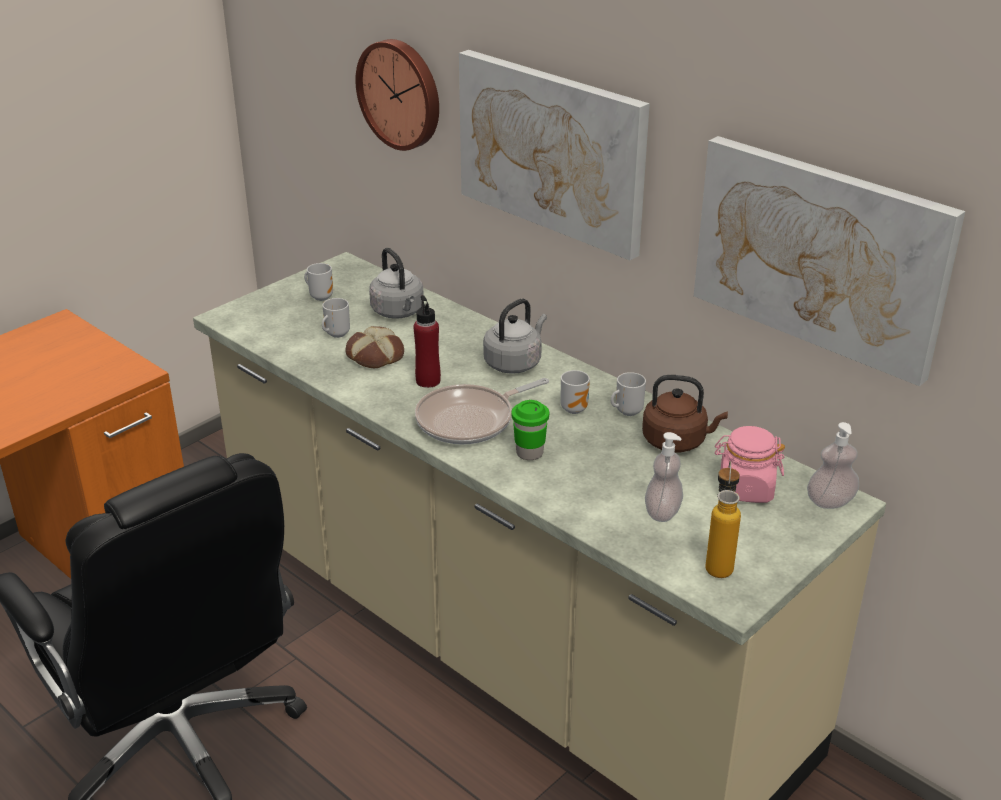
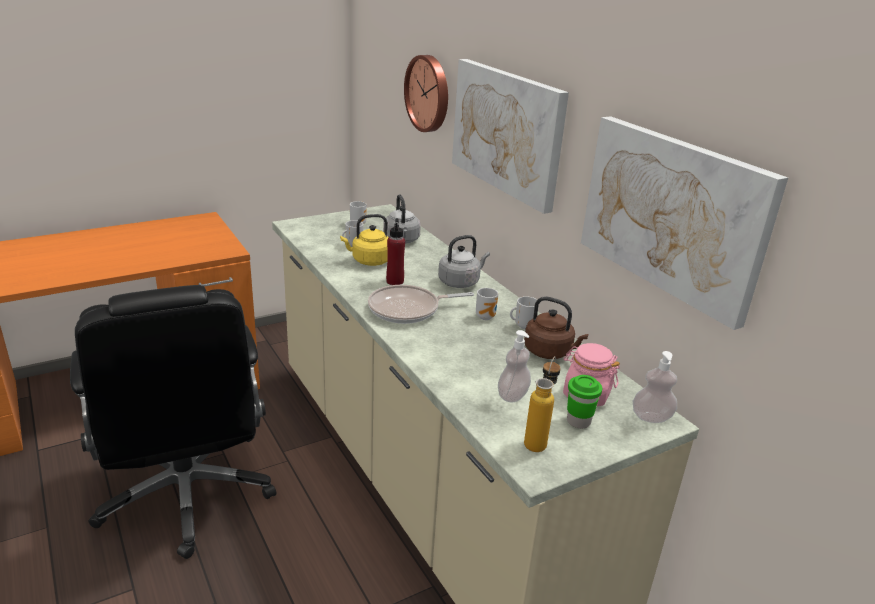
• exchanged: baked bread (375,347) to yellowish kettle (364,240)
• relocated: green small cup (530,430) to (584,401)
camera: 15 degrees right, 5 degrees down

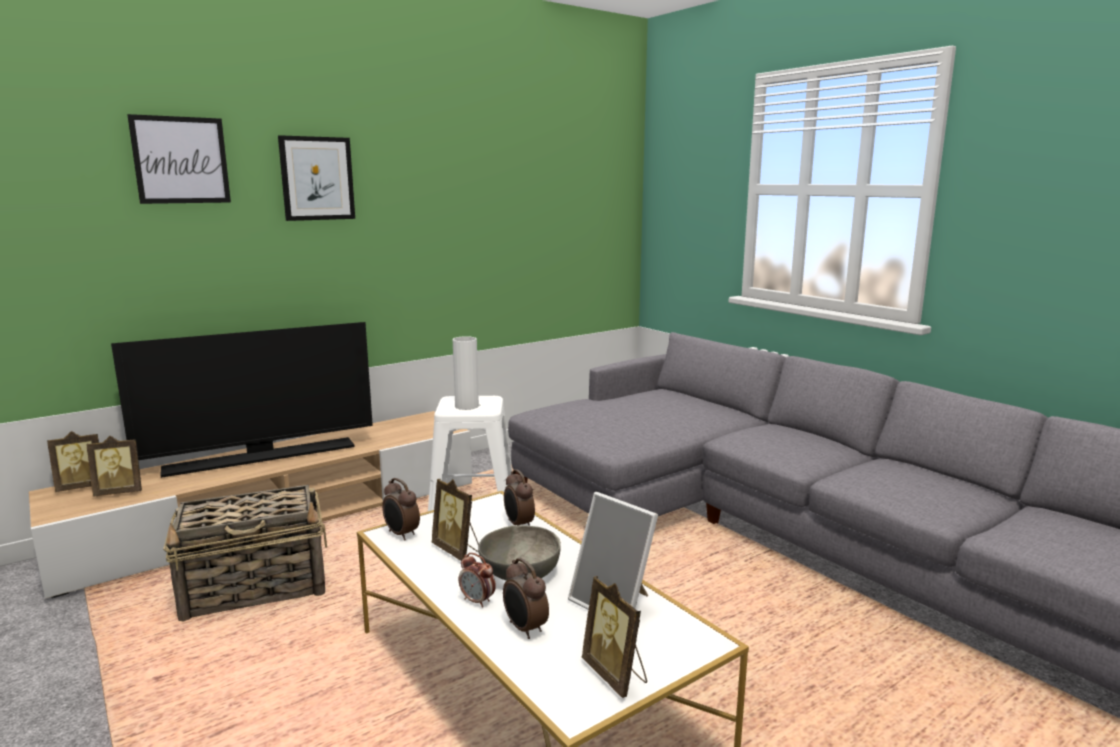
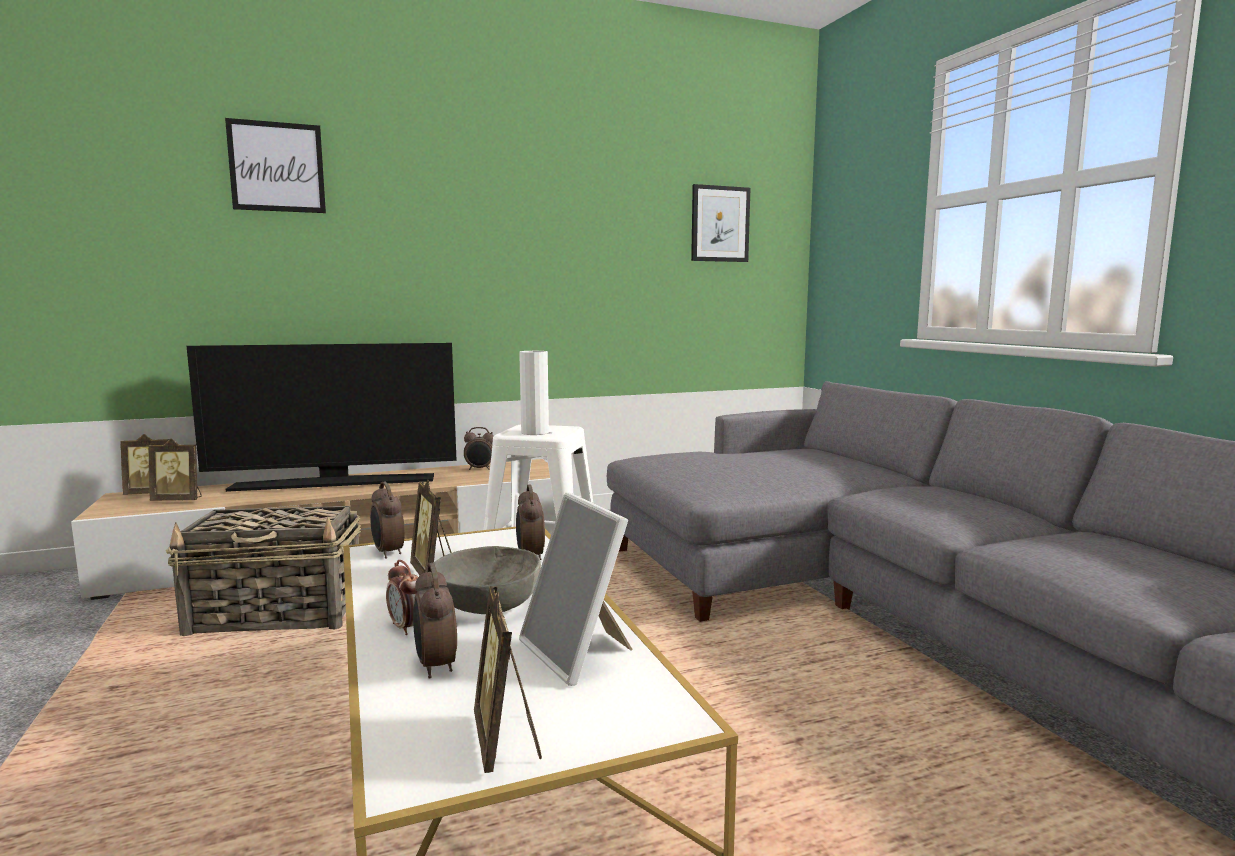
• relocated: picture (316,178) to (721,223)
• appeared: table clock (479,448)
camera: 15 degrees right, 5 degrees down

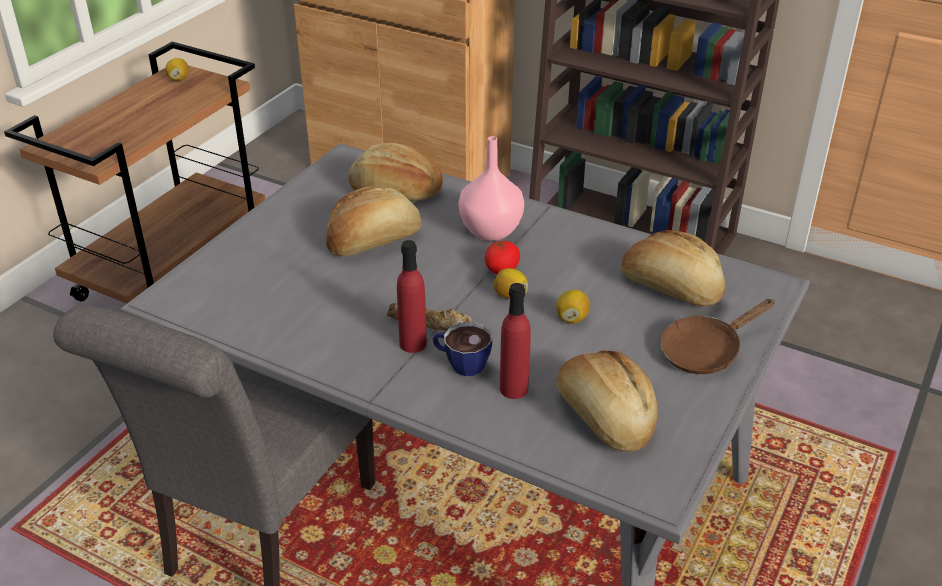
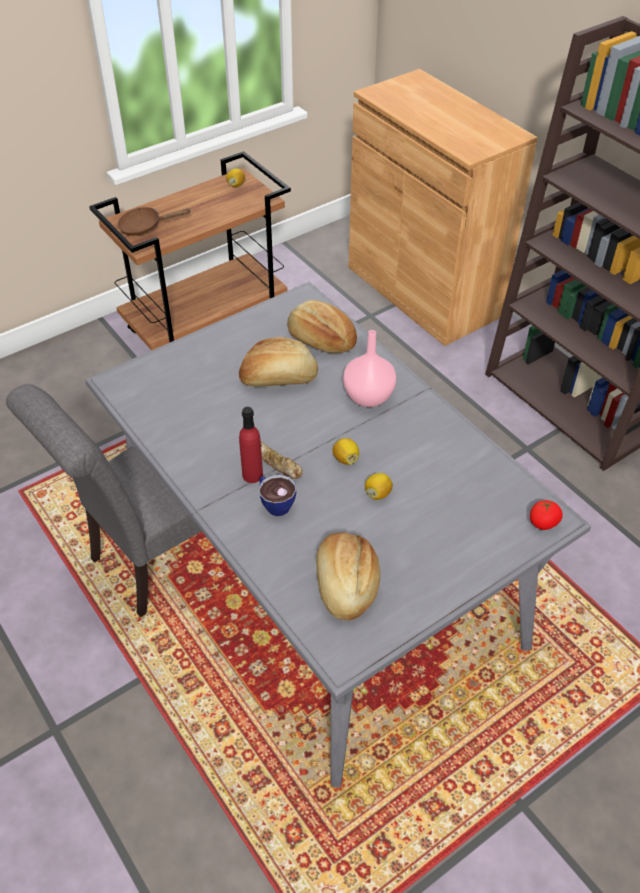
• relocated: fresh tomato (502,257) to (546,514)
• missing: red-coloured drink bottle (515,341)
• missing: baked bread (673,268)
• relocated: brown skillet (718,336) to (154,221)
camera: 25 degrees right, 10 degrees up

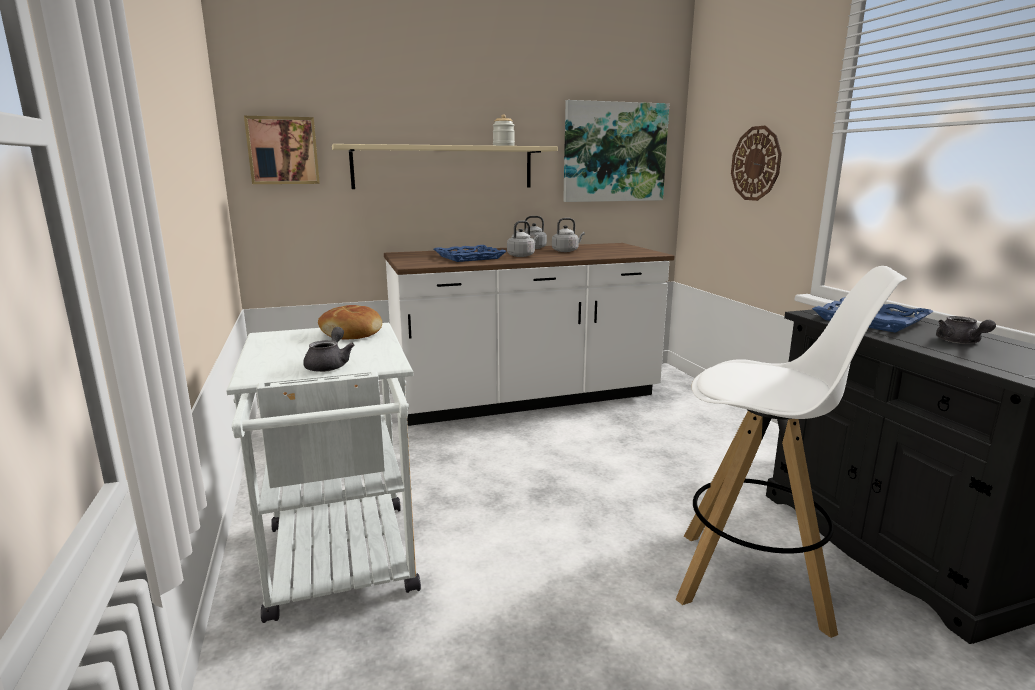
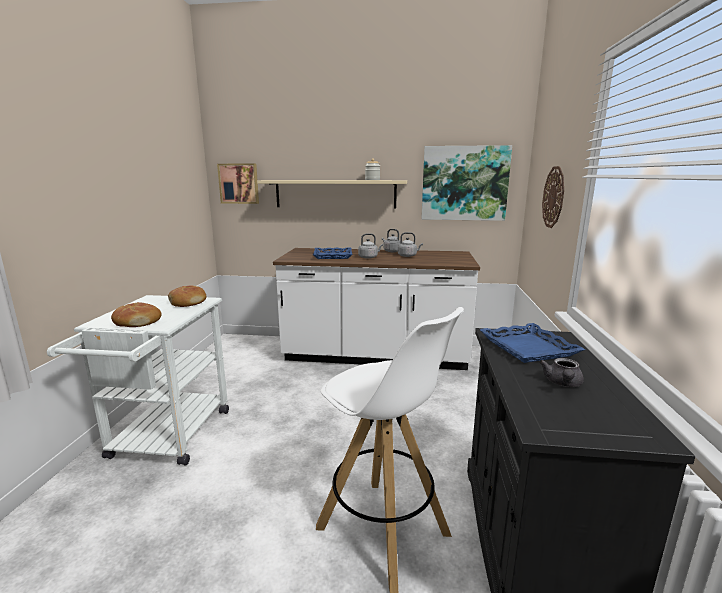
• exchanged: grey tea pot (329,349) to baked bread (136,314)
camera: 25 degrees right, 0 degrees up

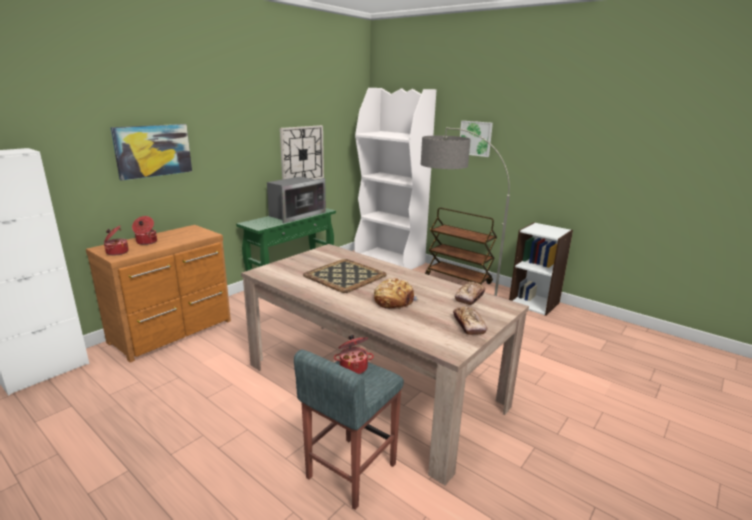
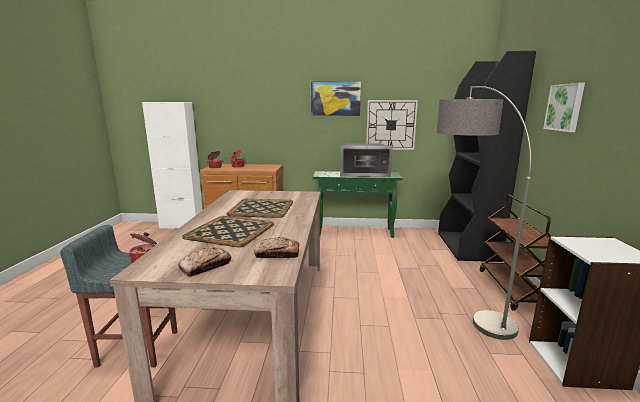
• relocated: picture (151,152) to (336,98)
• colour: white-coloured shelving unit (395,179) to blackish shelving unit (487,156)
• exchanged: baked bread (397,293) to carrying tray (228,231)
camera: 55 degrees right, 5 degrees down

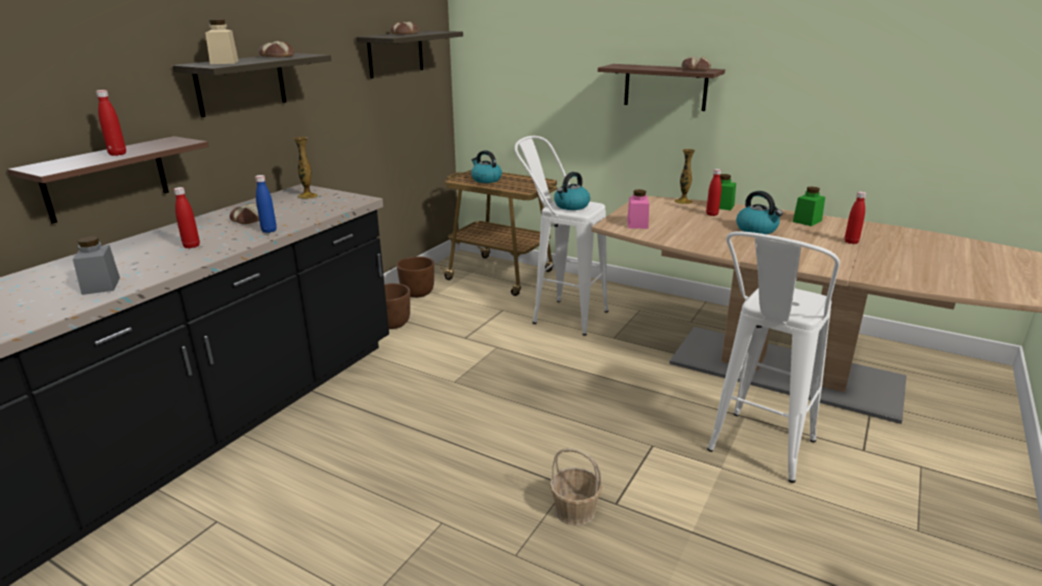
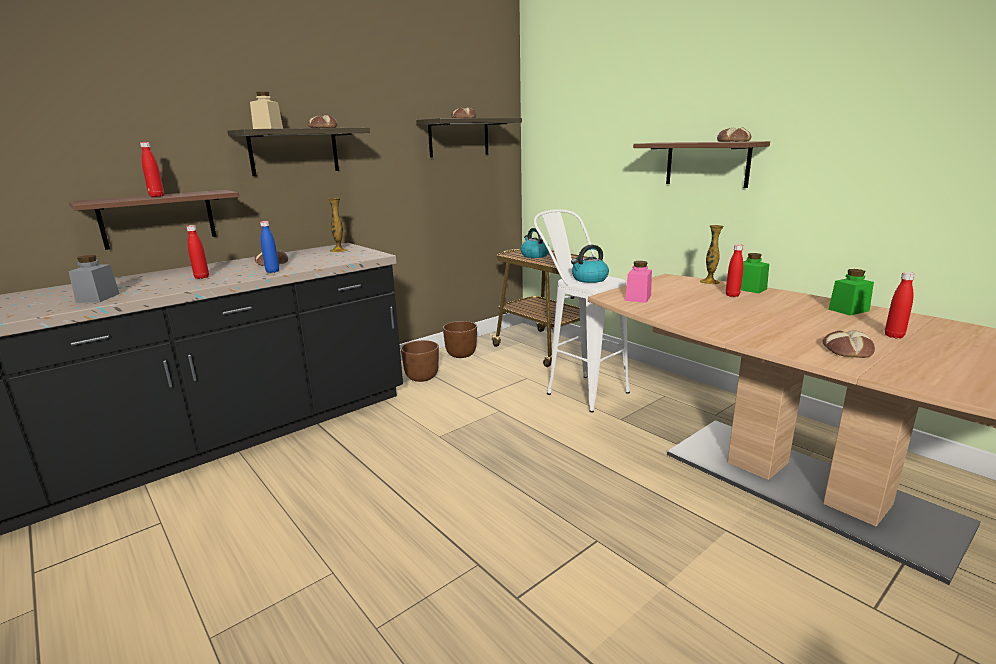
• missing: storage basket (576,487)
• missing: white-coloured sitting stool (773,357)
• missing: kettle (759,212)
• appeared: baked bread (848,344)
camera: 20 degrees right, 5 degrees down

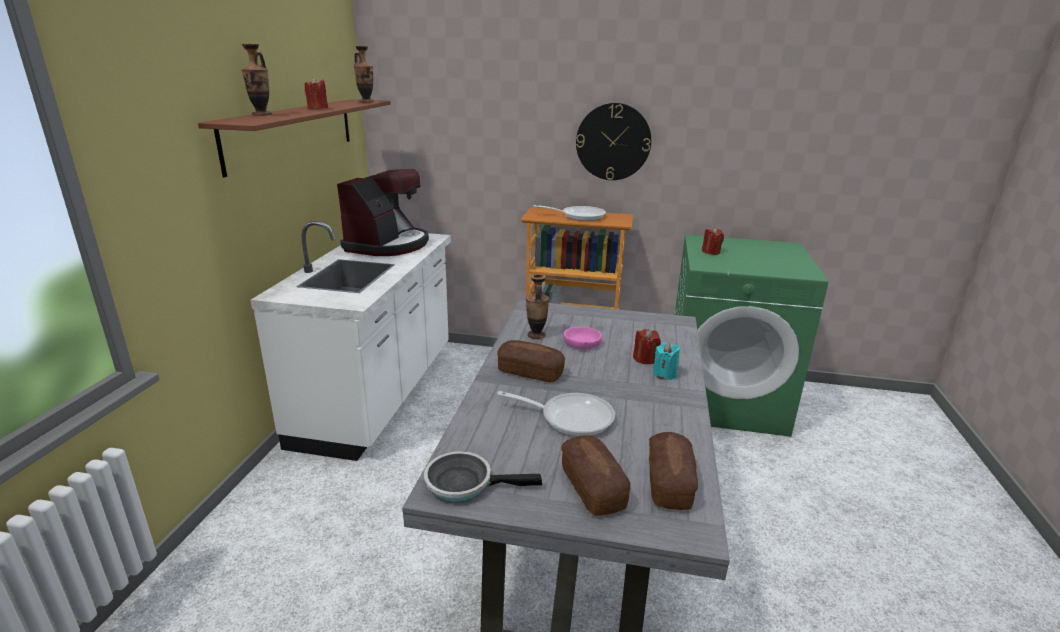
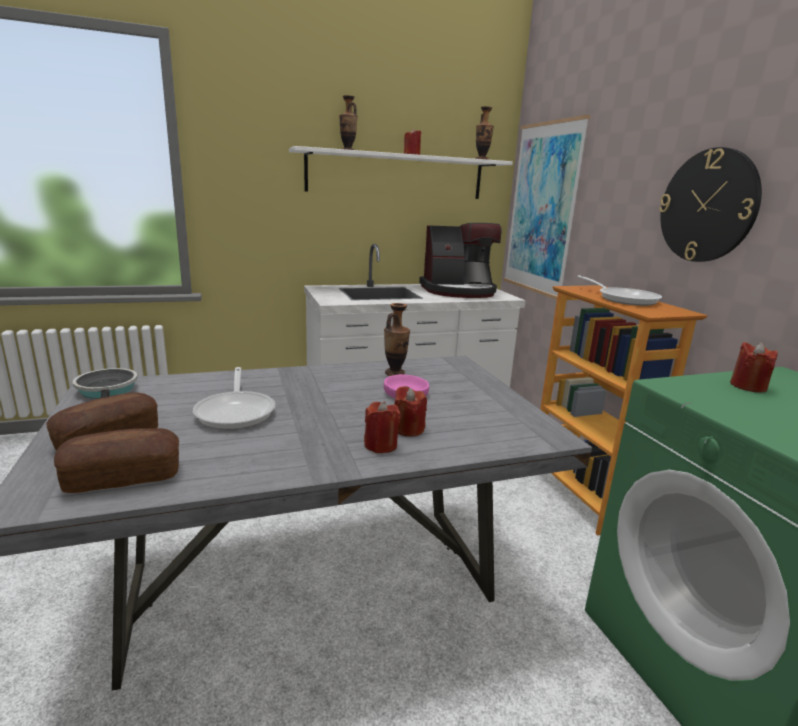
• colour: brown bracket shelf (294,138) to white-coloured bracket shelf (401,172)
• missing: baked bread (531,361)
• colour: blue-green wax candle (666,361) to red-coloured wax candle (382,427)
• appeared: picture (547,207)
camera: 60 degrees right, 5 degrees down

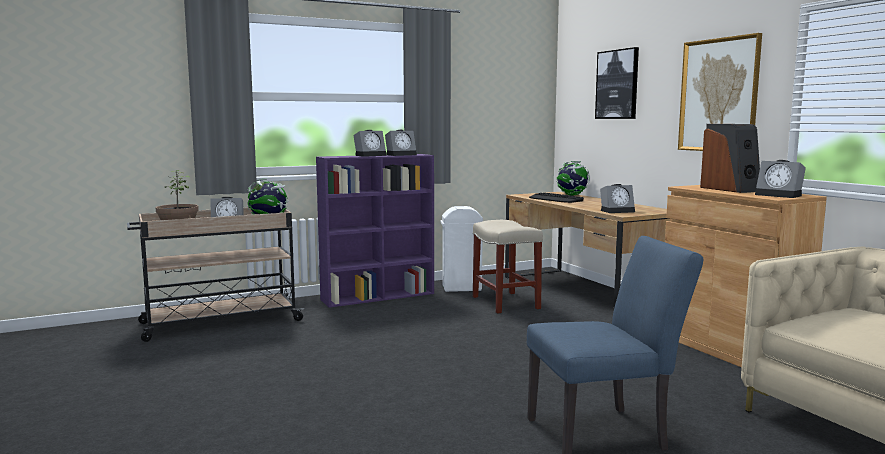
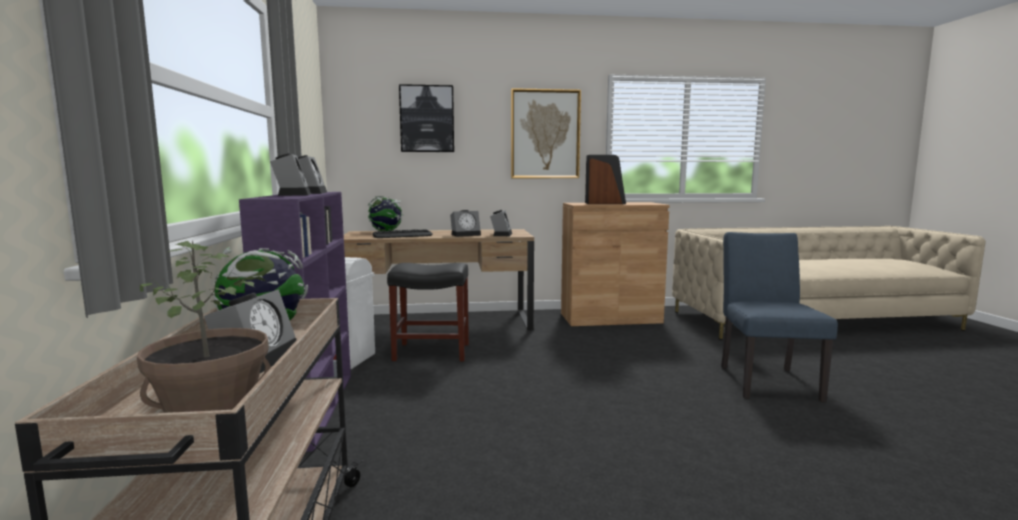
• colour: beige-coloured sitting stool (508,267) to blackish sitting stool (428,312)
• relocated: table clock (780,179) to (465,223)
camera: 70 degrees left, 0 degrees up

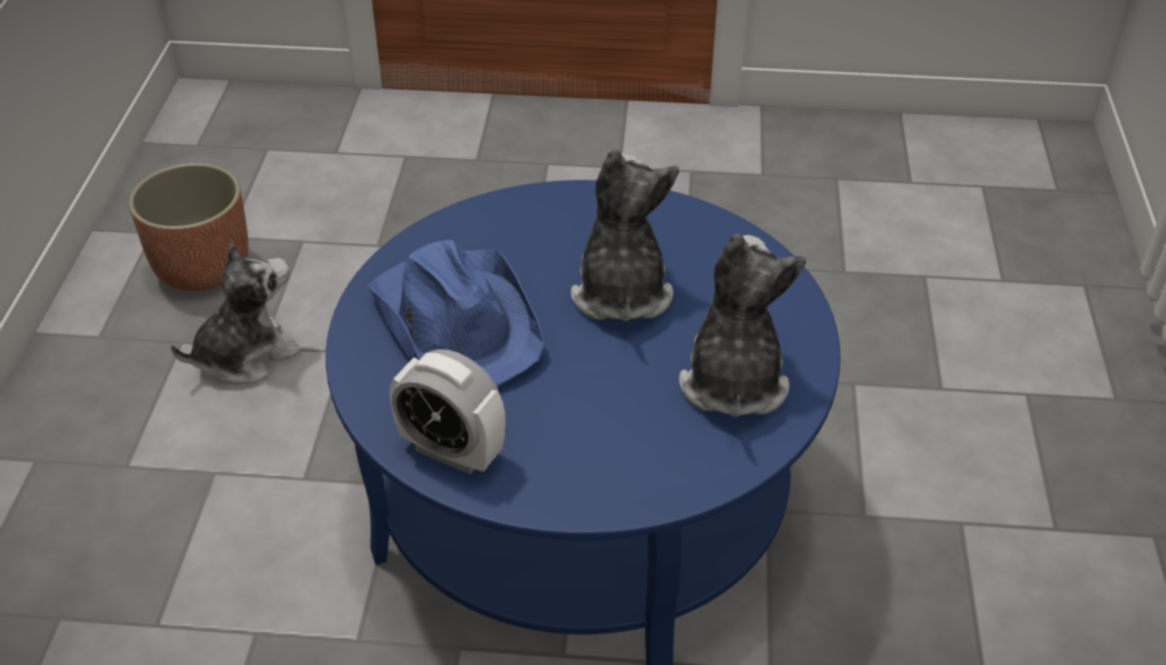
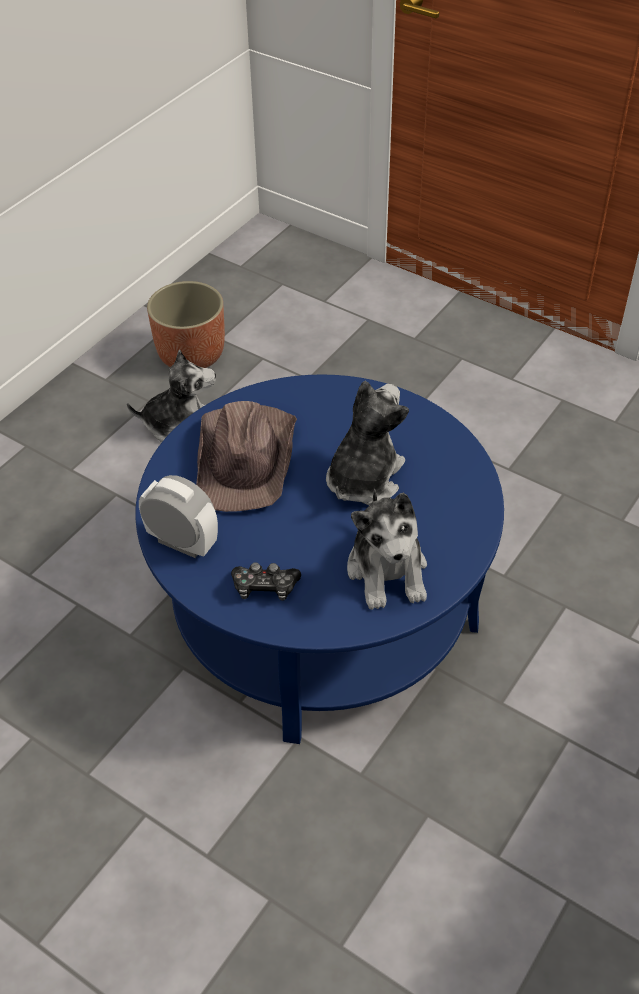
• colour: blue hat (456,313) to brown hat (246,456)
• spun: table clock (448,411) = (178,516) 150 degrees clockwise
• spun: soft toy (742,325) = (387,549) 135 degrees clockwise
• appeared: game controller (266,581)
camera: 30 degrees right, 5 degrees up

